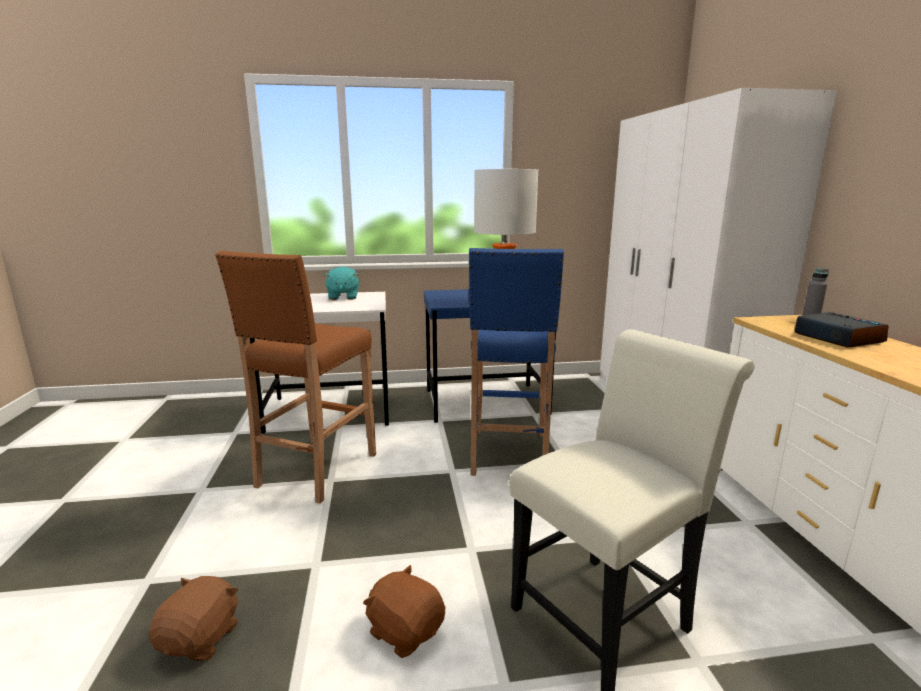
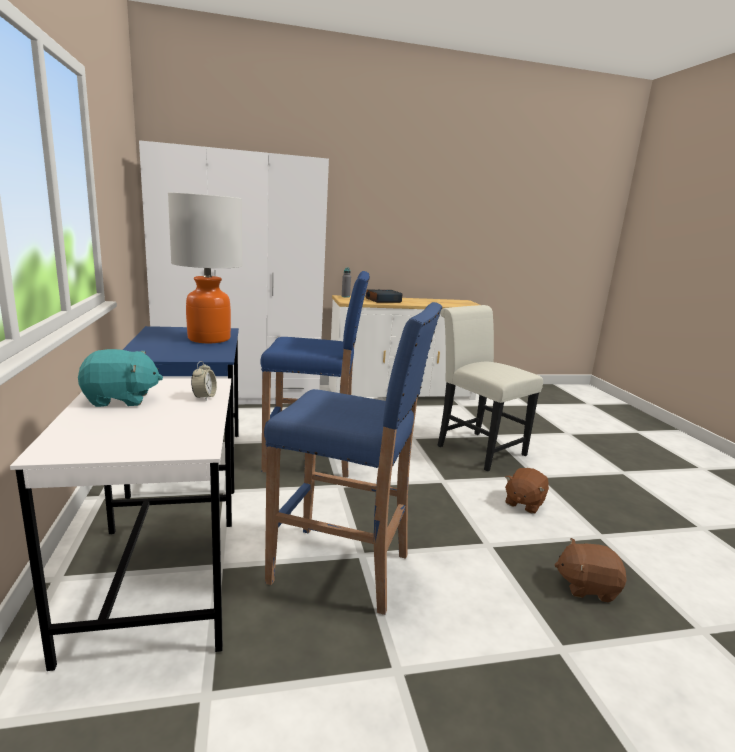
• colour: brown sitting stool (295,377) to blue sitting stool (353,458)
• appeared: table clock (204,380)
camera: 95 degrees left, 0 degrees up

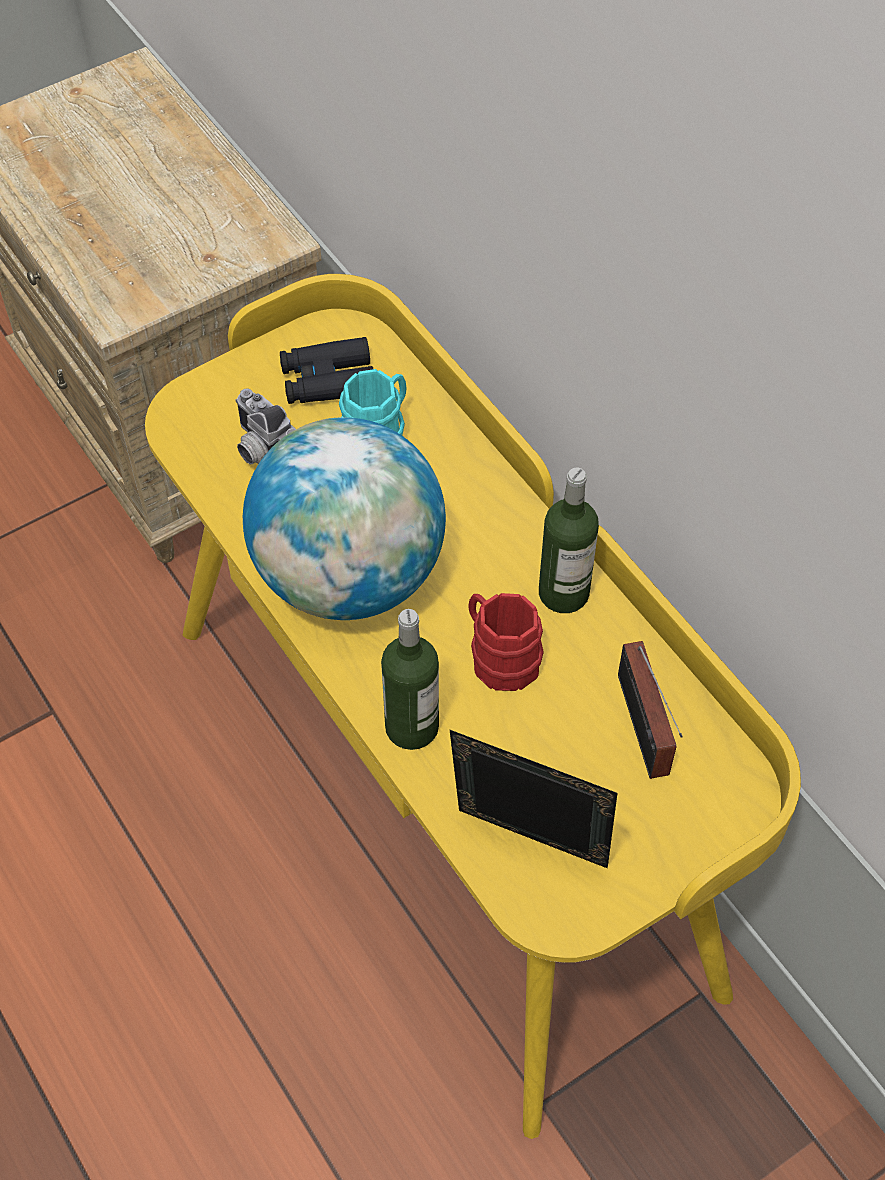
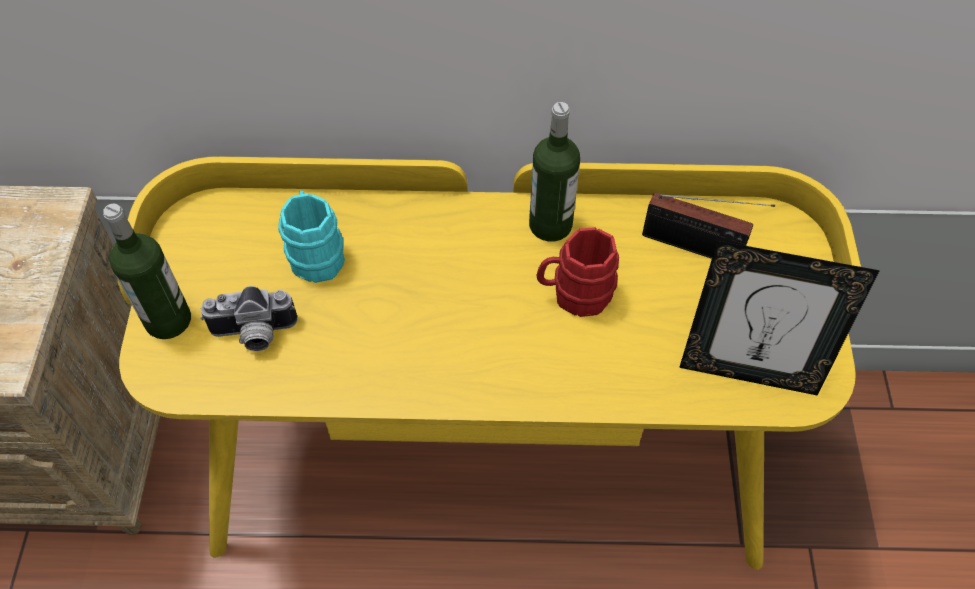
• missing: globe (344,518)
• missing: blackish pair of binoculars (326,370)
• relocated: drink bottle (410,679) to (147,271)
• spun: picture frame (534,799) = (779,318) 135 degrees counterclockwise
camera: 55 degrees left, 0 degrees up

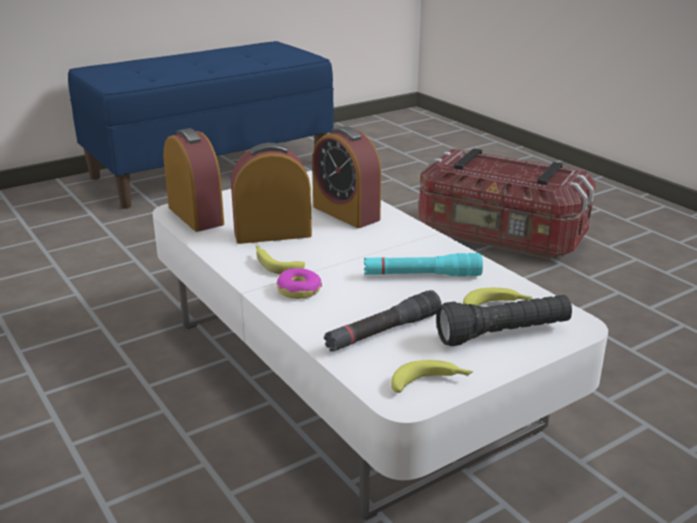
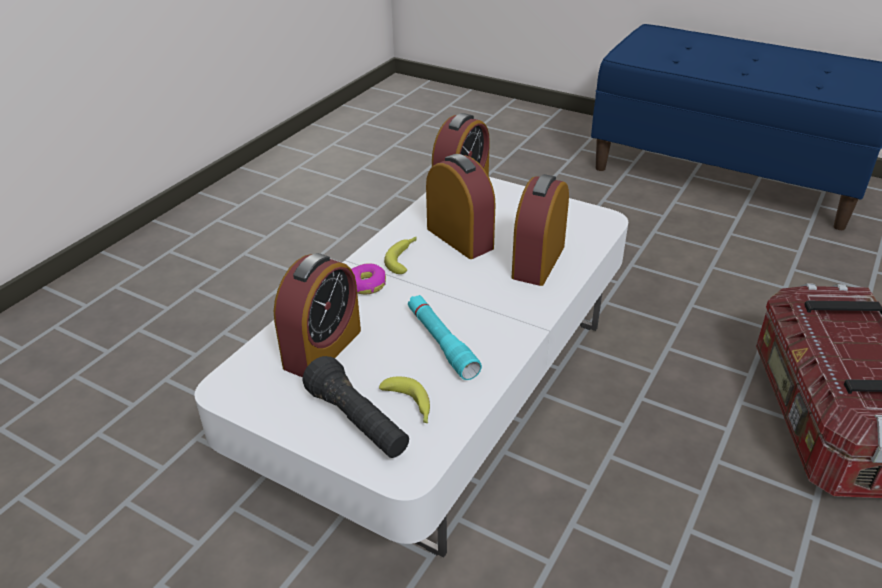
• exchanged: blackish hand torch (383,321) to table clock (317,315)
• missing: banana fruit (432,376)
camera: 65 degrees right, 10 degrees up

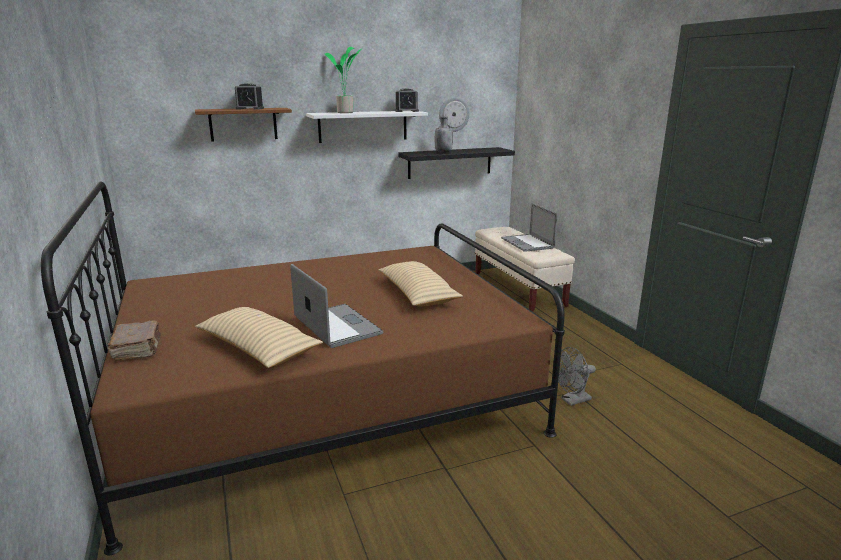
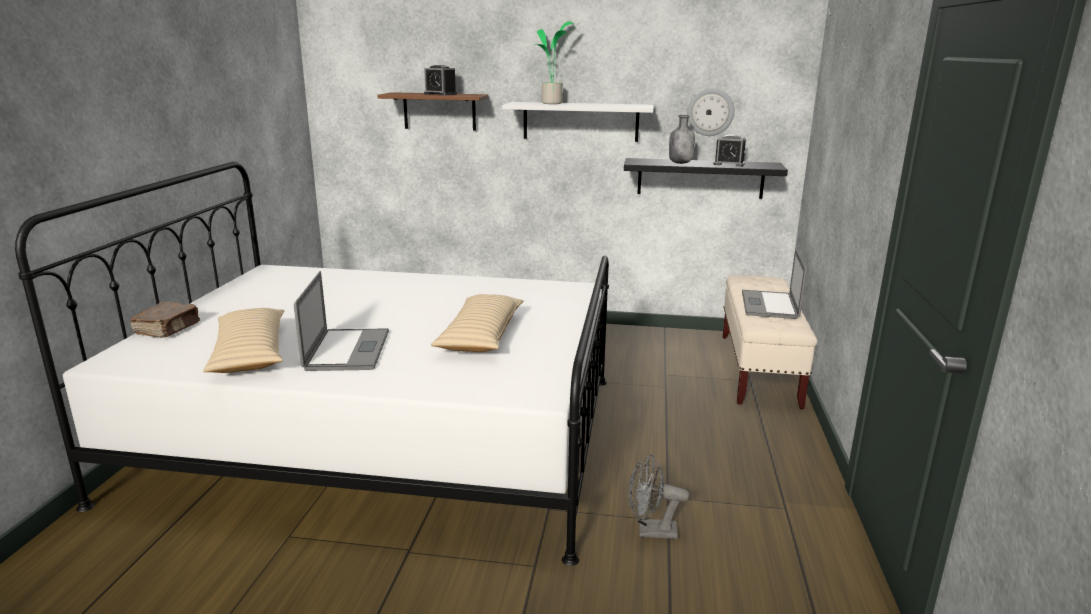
• colour: brown sleeping bed (303,368) to white-coloured sleeping bed (312,364)
• relocated: table clock (407,100) to (729,151)
camera: 30 degrees right, 0 degrees up

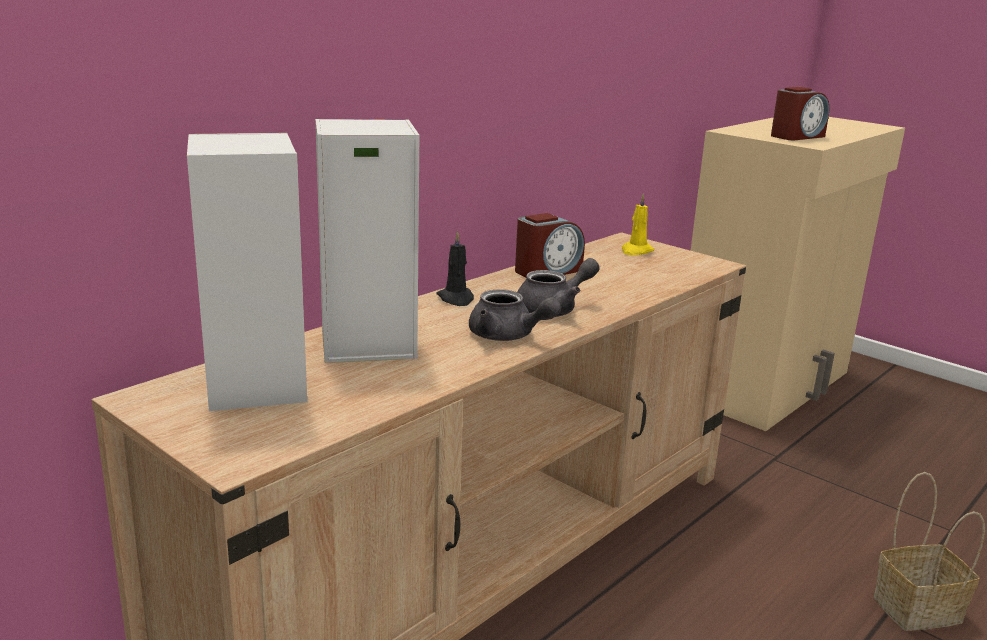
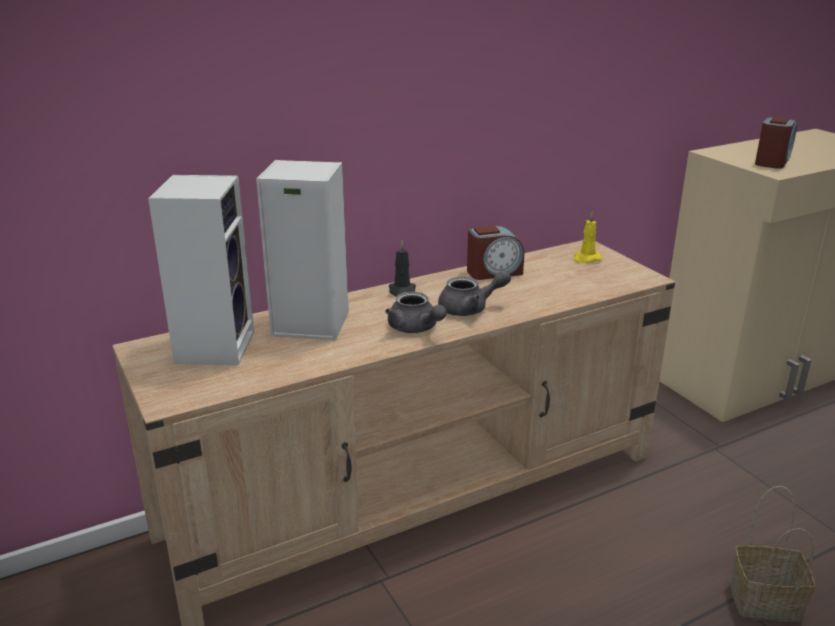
• spun: table clock (800,113) = (776,143) 45 degrees counterclockwise
camera: 20 degrees right, 5 degrees up

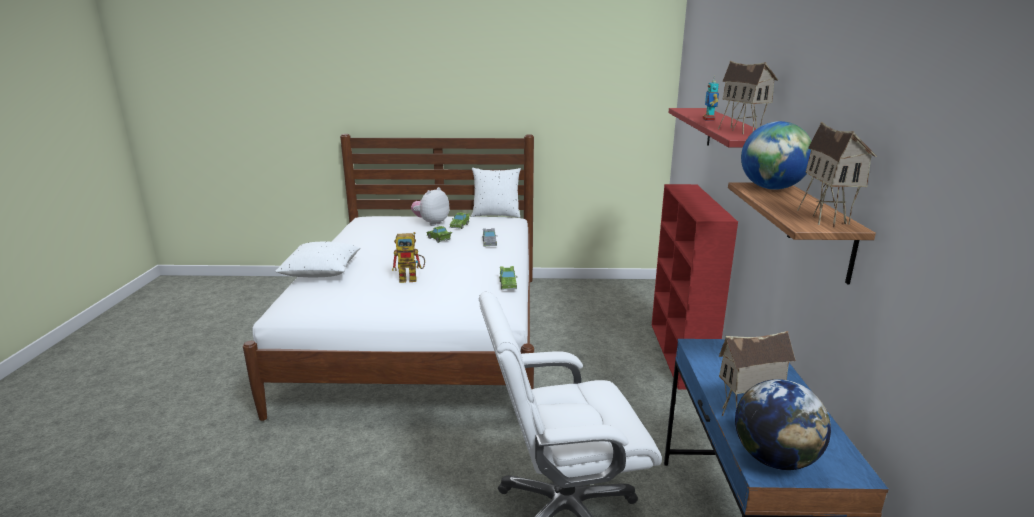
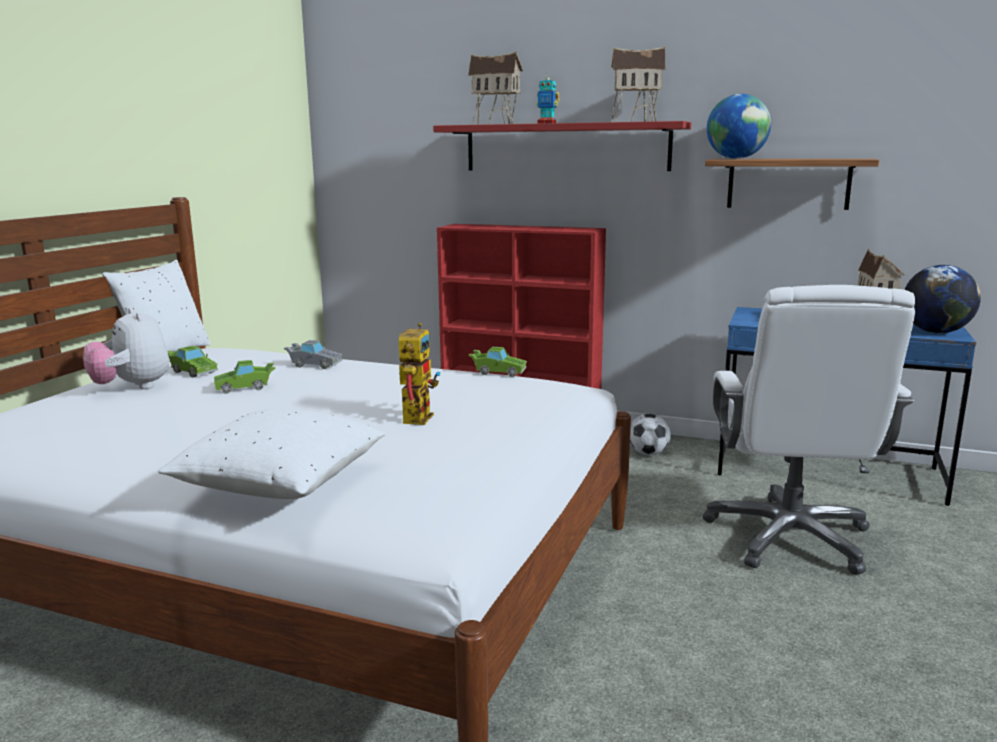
• relocated: toy house (837,174) to (495,88)
• appeared: football (650,434)
camera: 70 degrees left, 5 degrees down

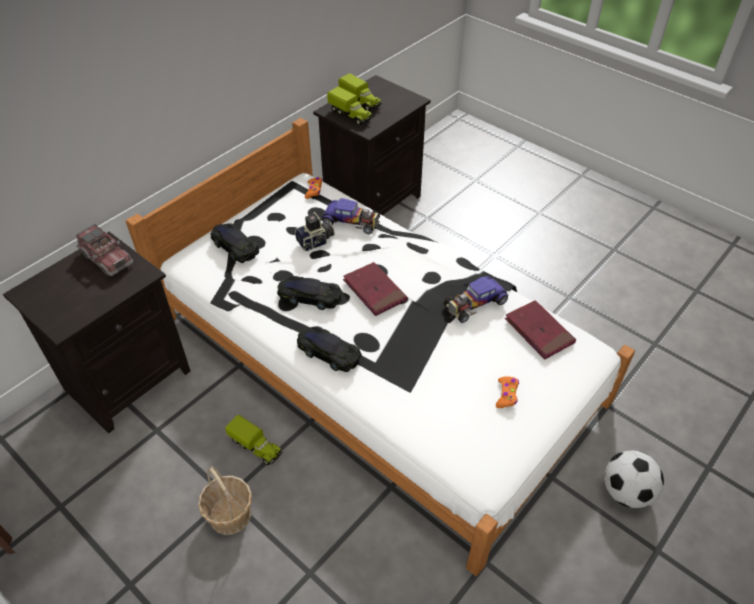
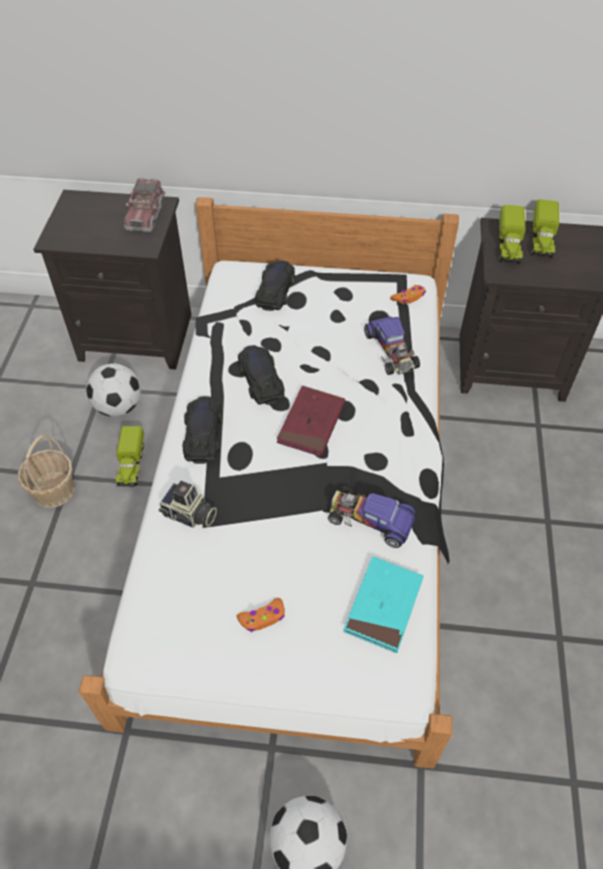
• relocated: photo camera (315,231) to (188,504)
• colour: red-coloured volume (540,329) to blue-green volume (383,604)
• appeared: football (113,390)
camera: 55 degrees right, 5 degrees up

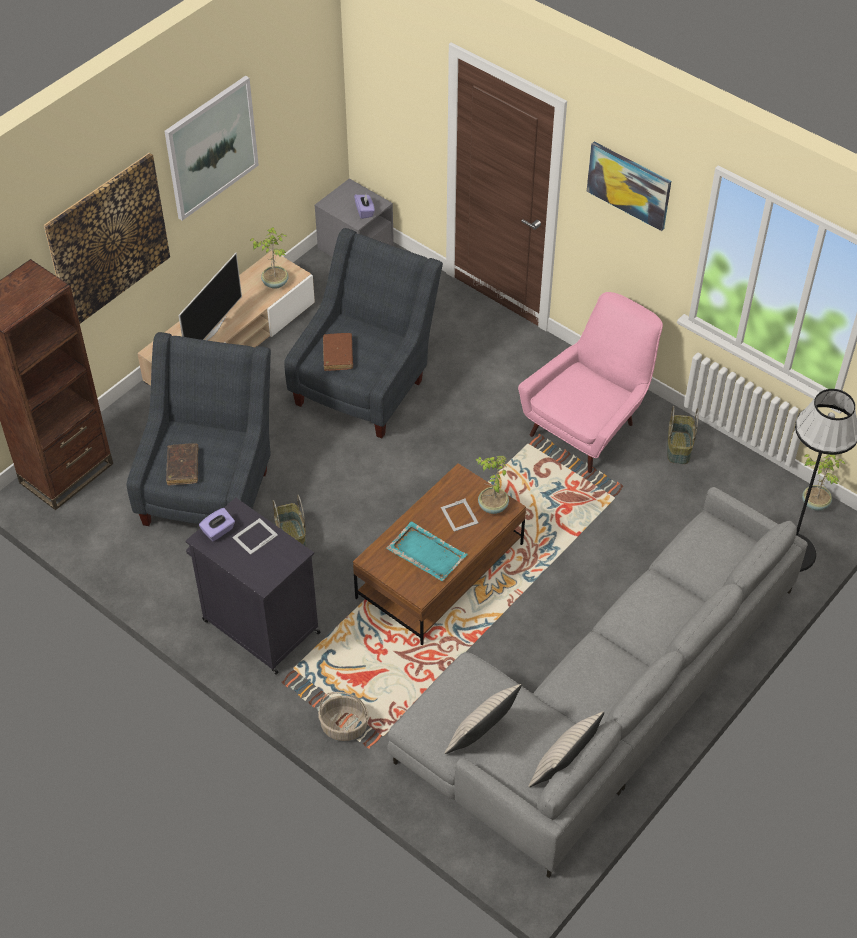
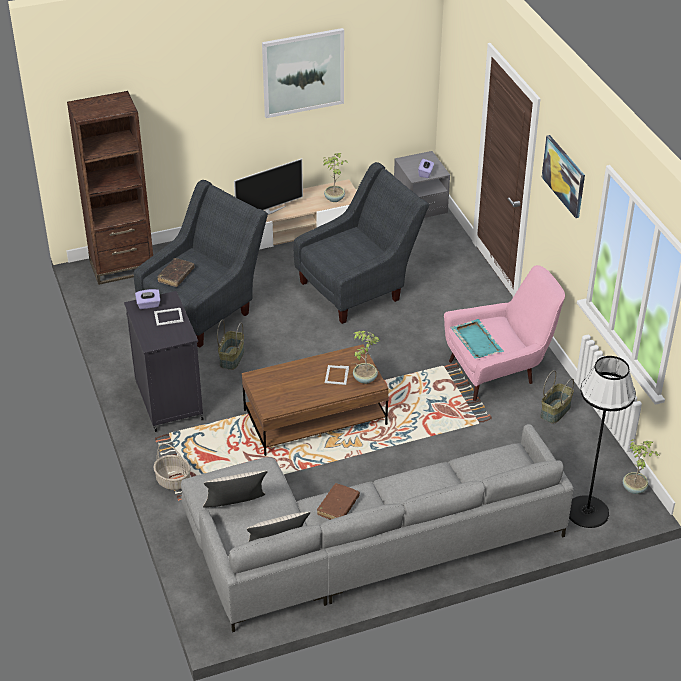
• missing: picture (107,238)
• relocated: brown volume (338,352) to (338,501)
• relocated: blue-green carrying tray (427,551) to (477,339)
camera: 30 degrees right, 10 degrees down

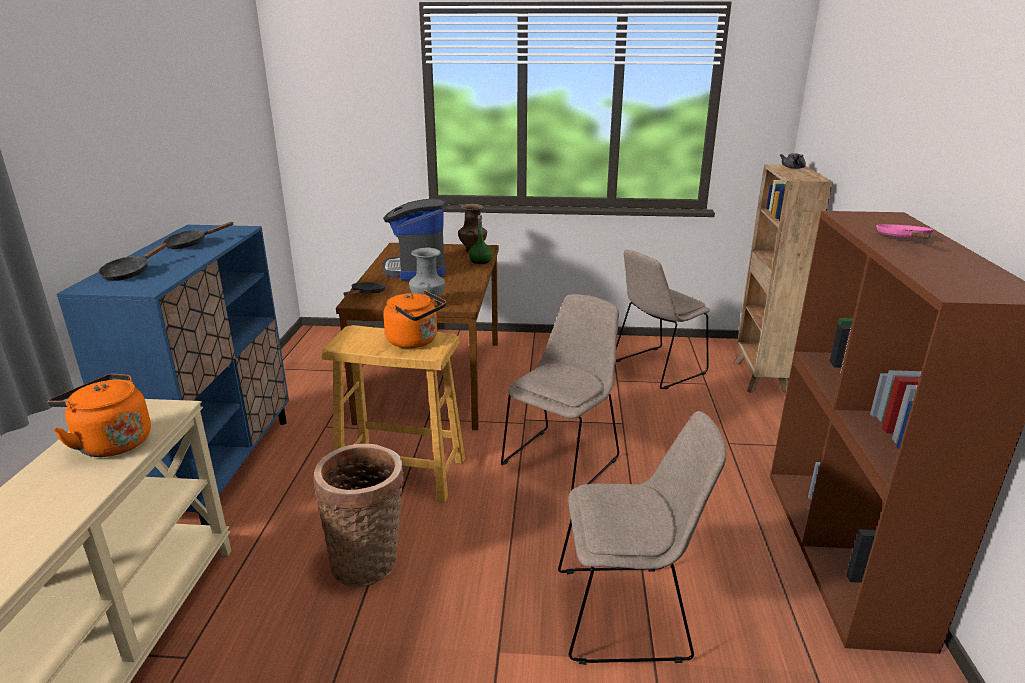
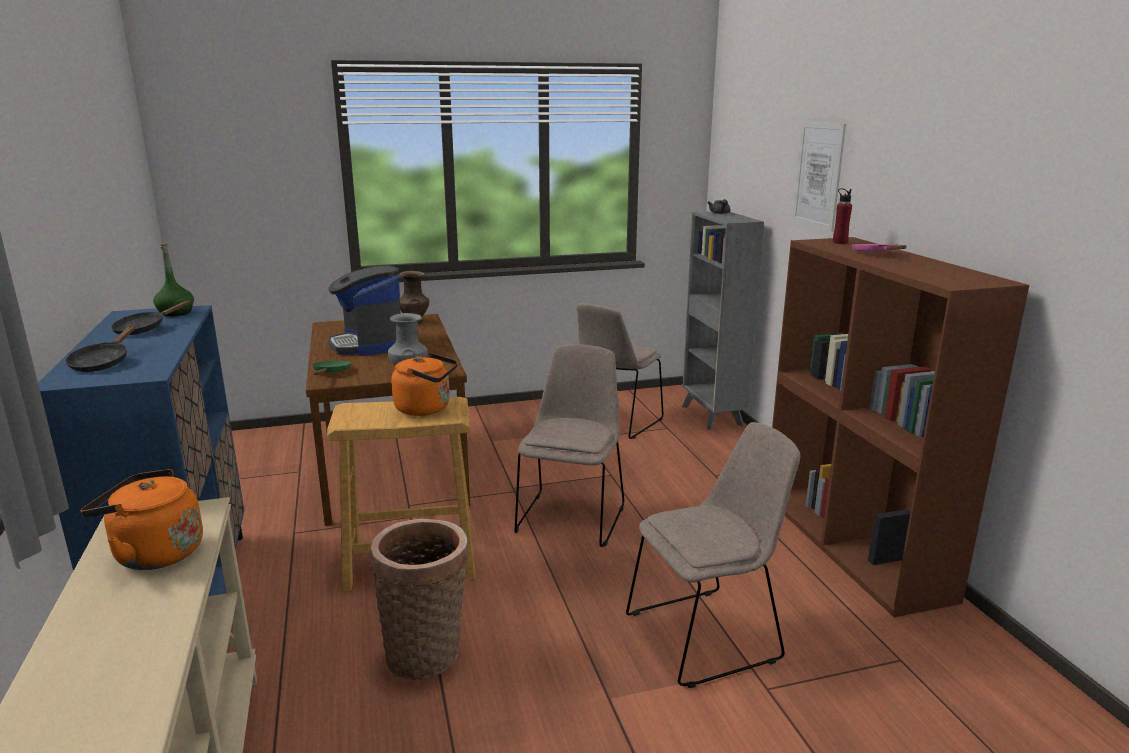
• colour: blackish skillet (364,289) to green skillet (331,368)
• relocated: green drink bottle (480,239) to (173,279)
• colour: brown shelving unit (783,278) to grey shelving unit (723,320)
• appeared: picture (819,176)
• appeared: red-coloured drink bottle (842,216)
camera: 20 degrees left, 5 degrees down

